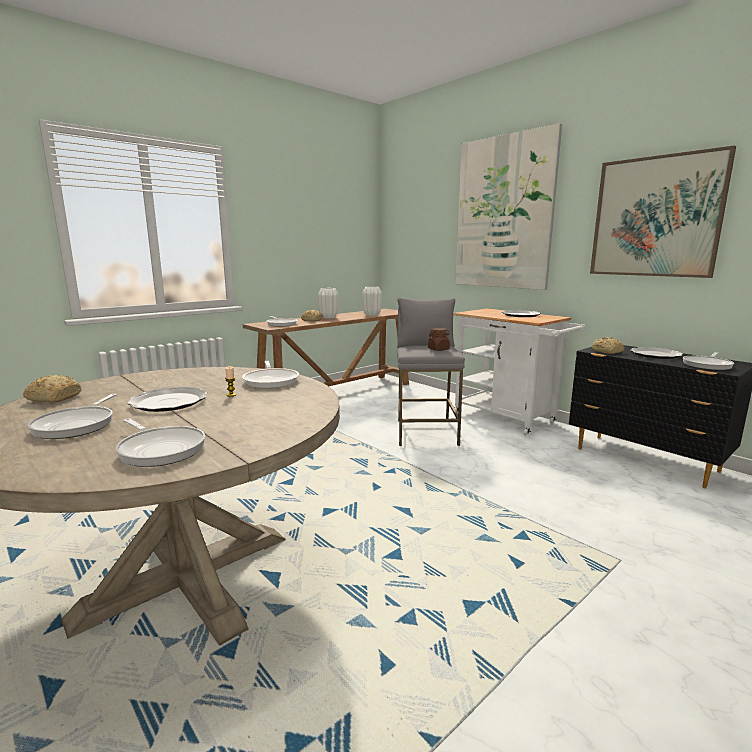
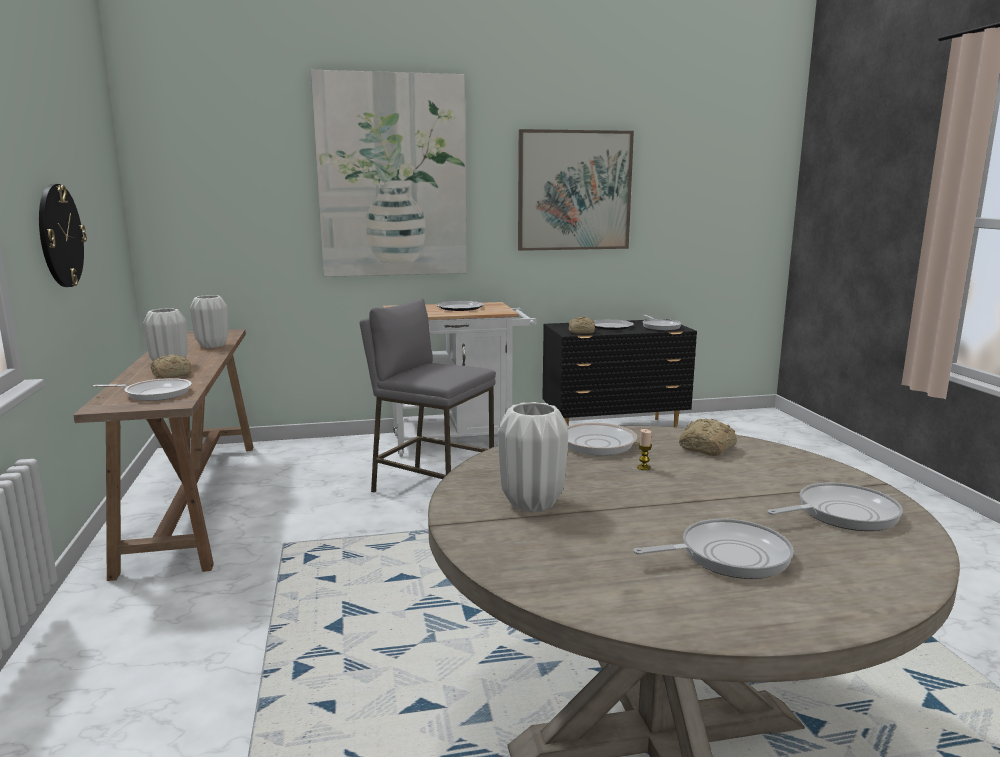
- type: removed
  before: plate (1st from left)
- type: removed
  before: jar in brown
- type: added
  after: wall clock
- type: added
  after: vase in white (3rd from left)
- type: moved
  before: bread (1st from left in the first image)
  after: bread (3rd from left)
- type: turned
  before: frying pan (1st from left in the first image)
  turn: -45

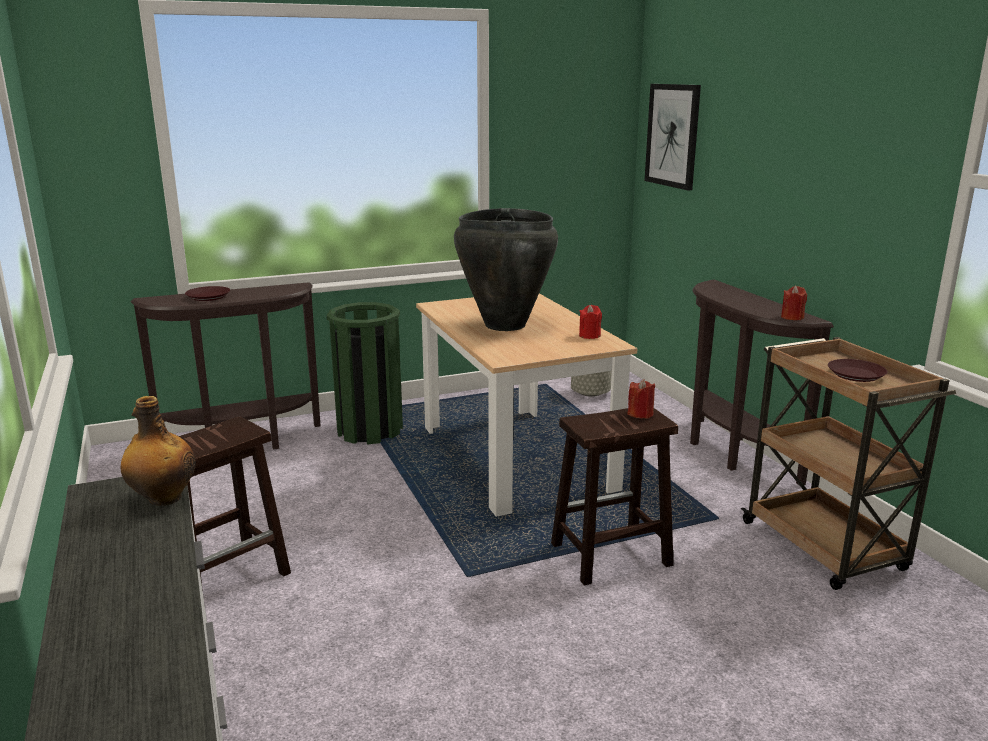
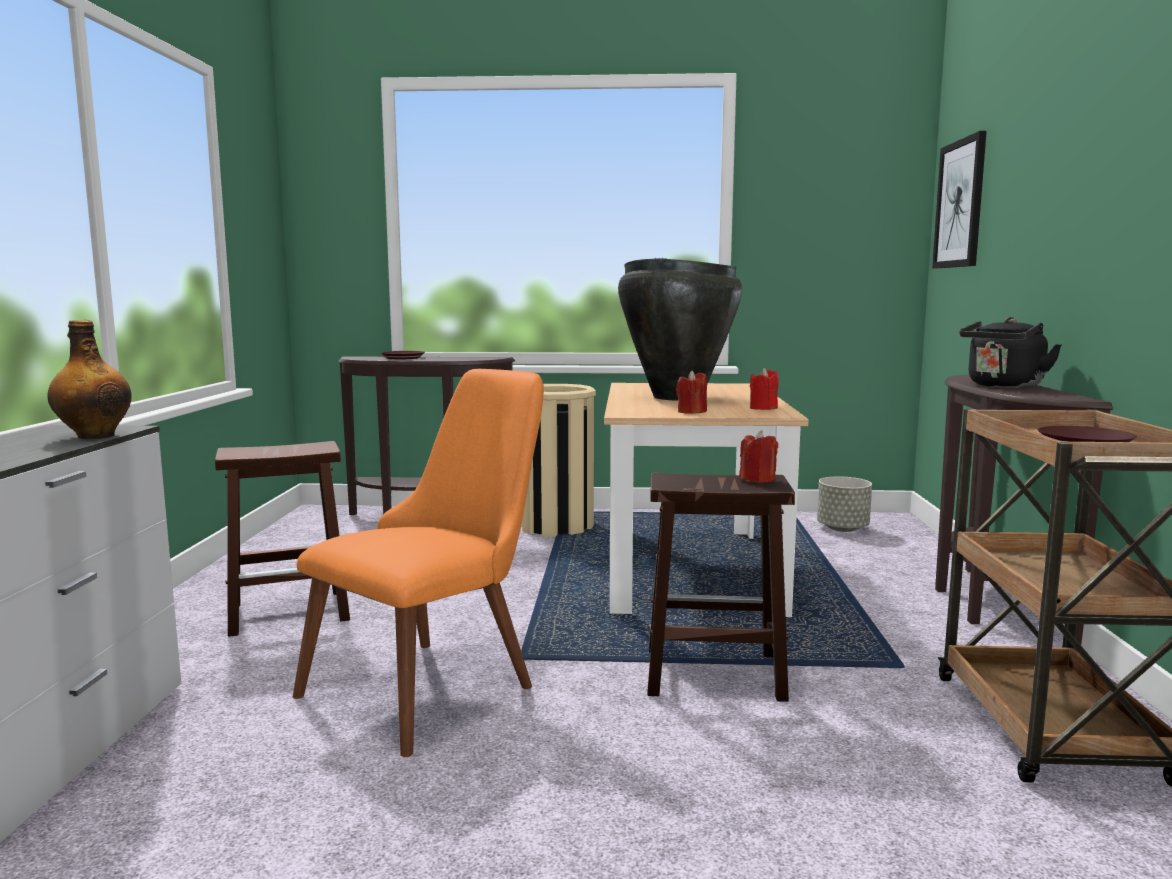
- type: added
  after: chair in orange
- type: added
  after: kettle in black
- type: moved
  before: candle in red (3rd from left in the first image)
  after: candle in red (1st from left)
- type: recoloured
  before: trash can in green
  after: trash can in beige

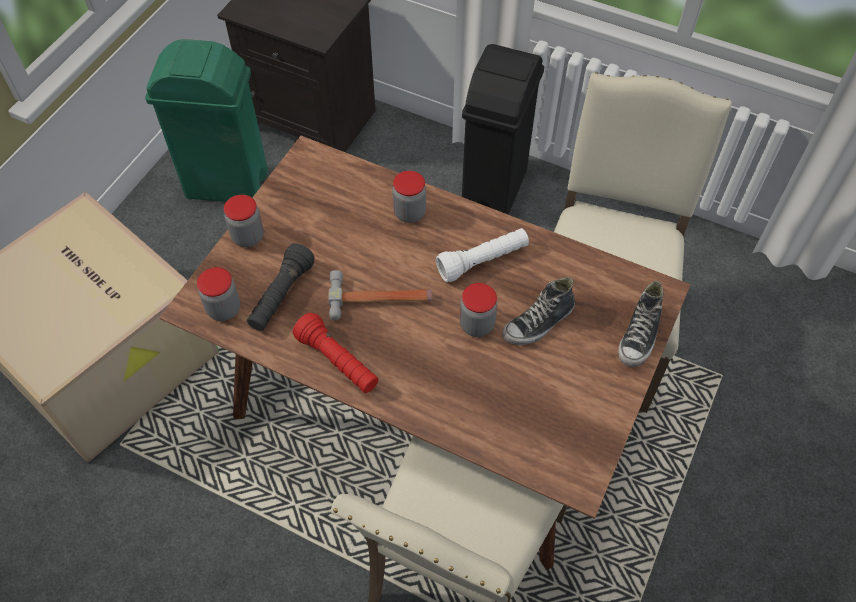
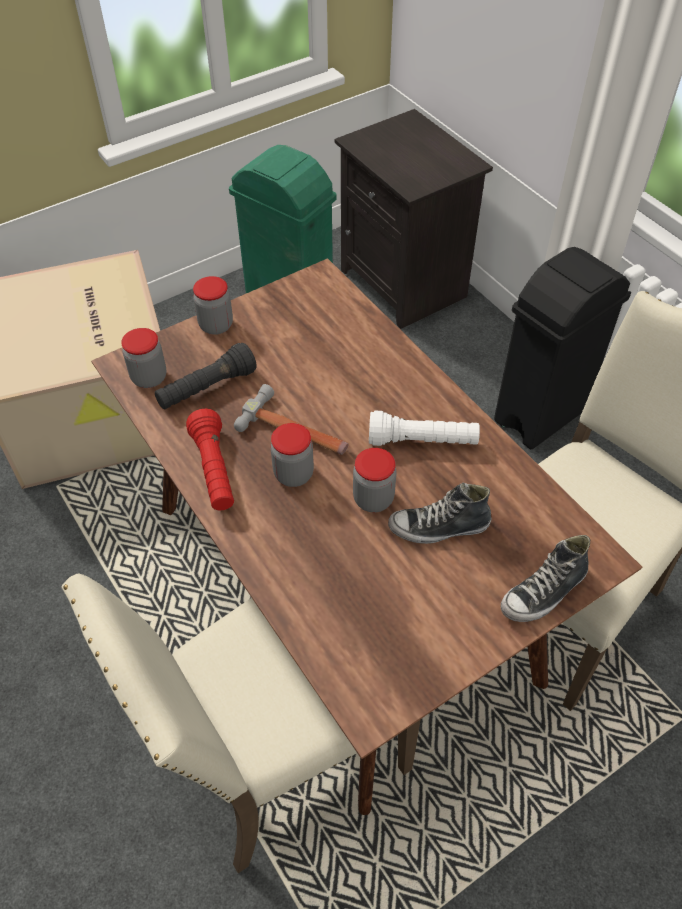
- type: moved
  before: jar (3rd from left)

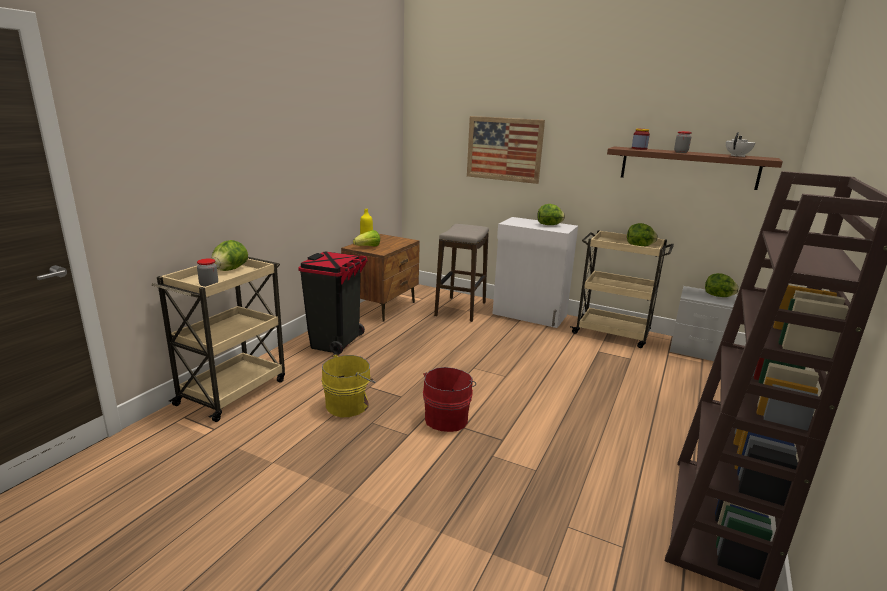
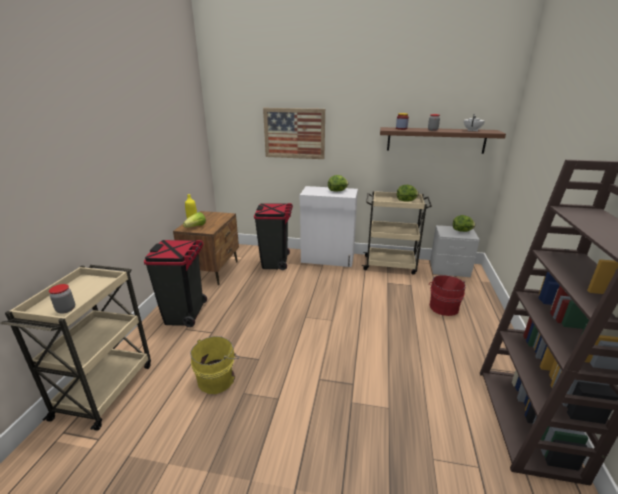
- type: removed
  before: lettuce (1st from left)
- type: moved
  before: bucket in red
- type: replaced
  before: stool
  after: trash can in black (2nd from left)

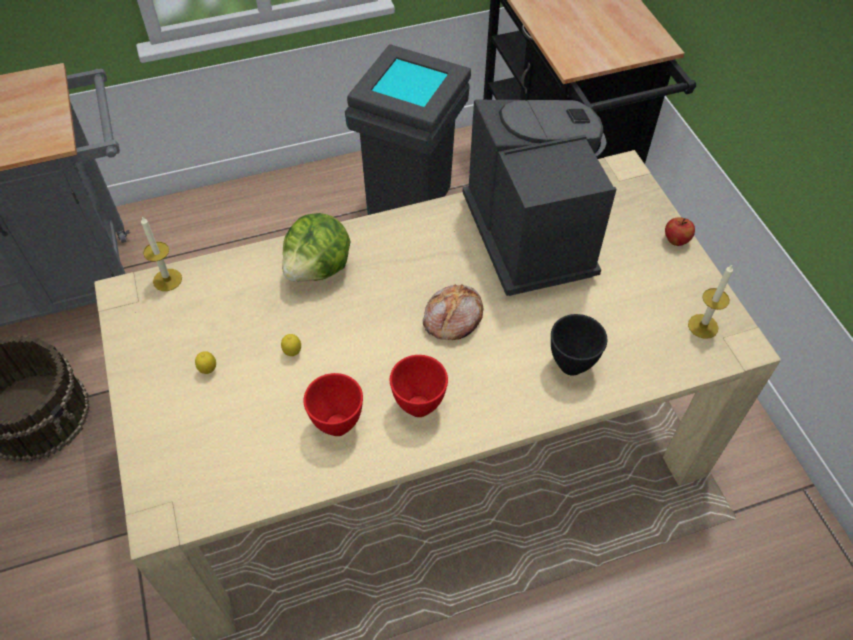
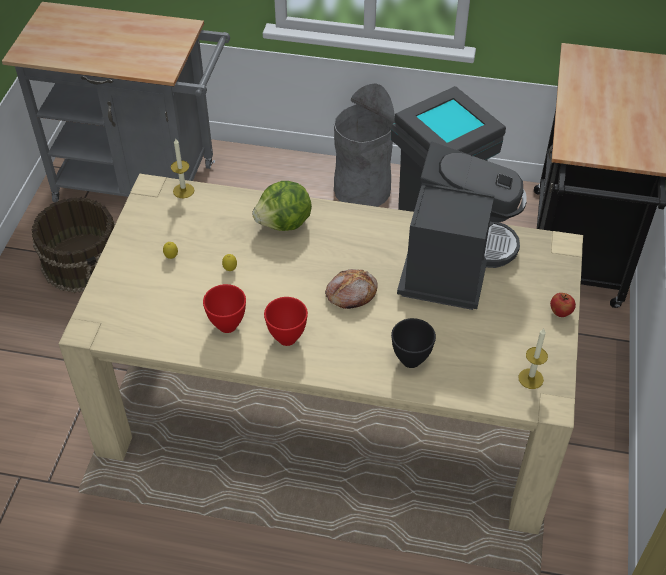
- type: added
  after: trash can in grey (1st from left)

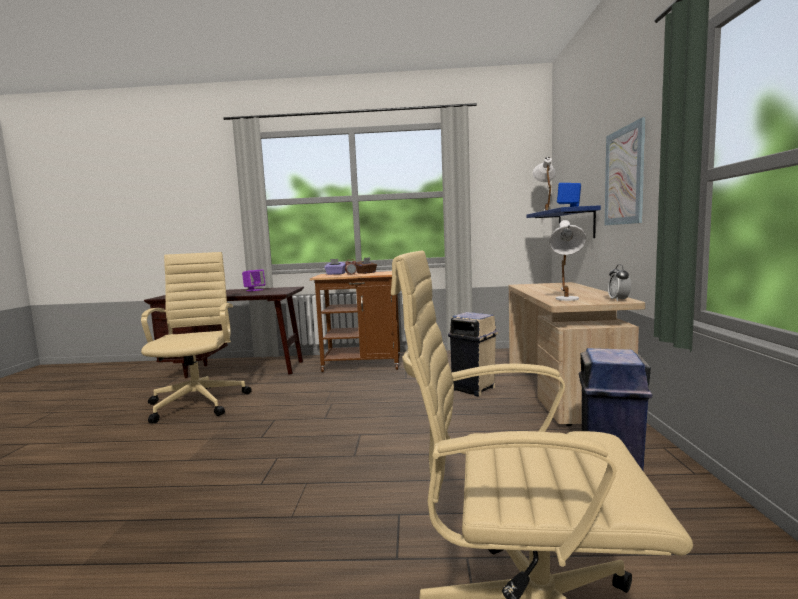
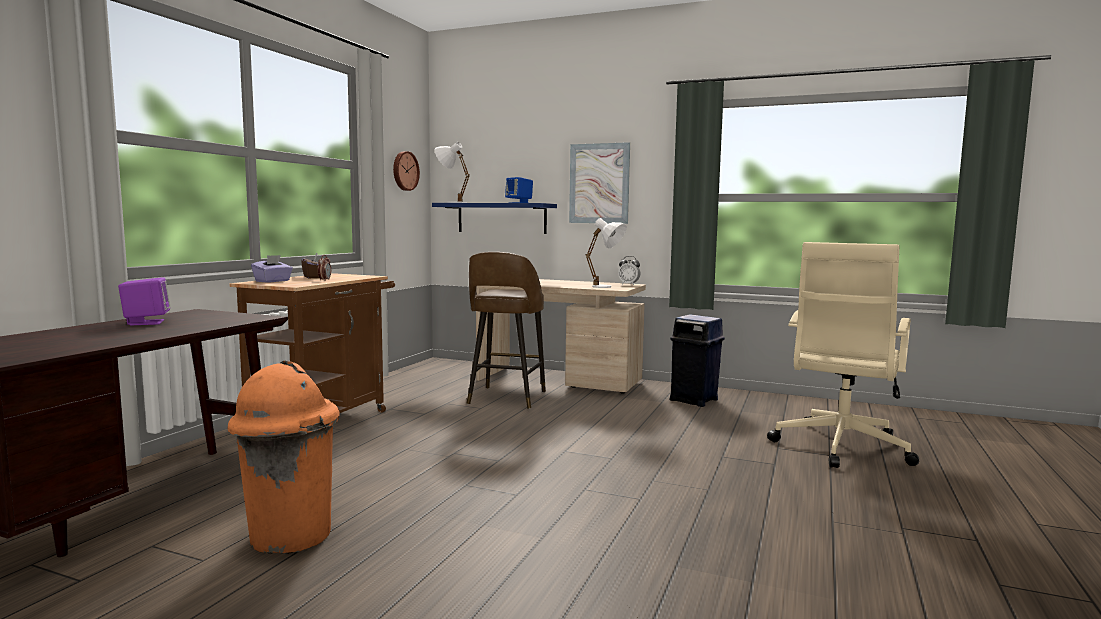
- type: added
  after: wall clock
- type: replaced
  before: office chair in beige (1st from left)
  after: trash can in orange
- type: replaced
  before: trash can in beige
  after: stool in brown

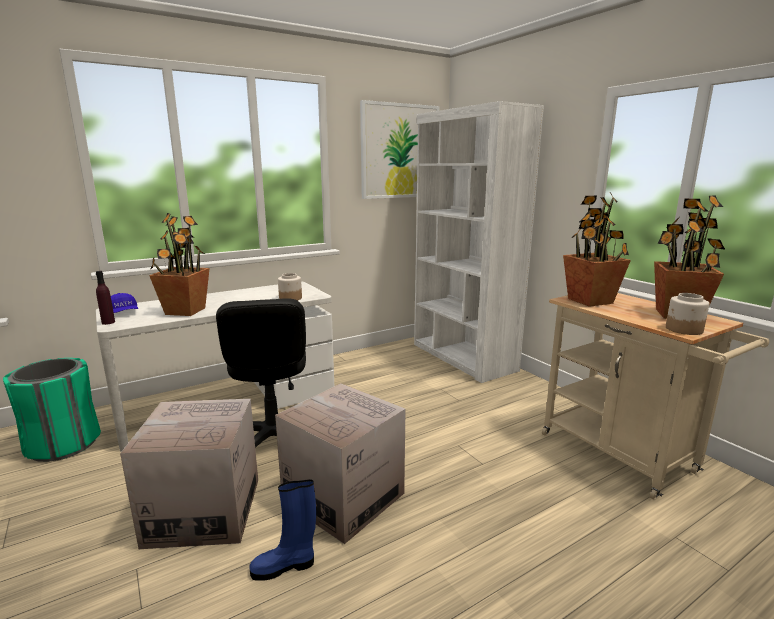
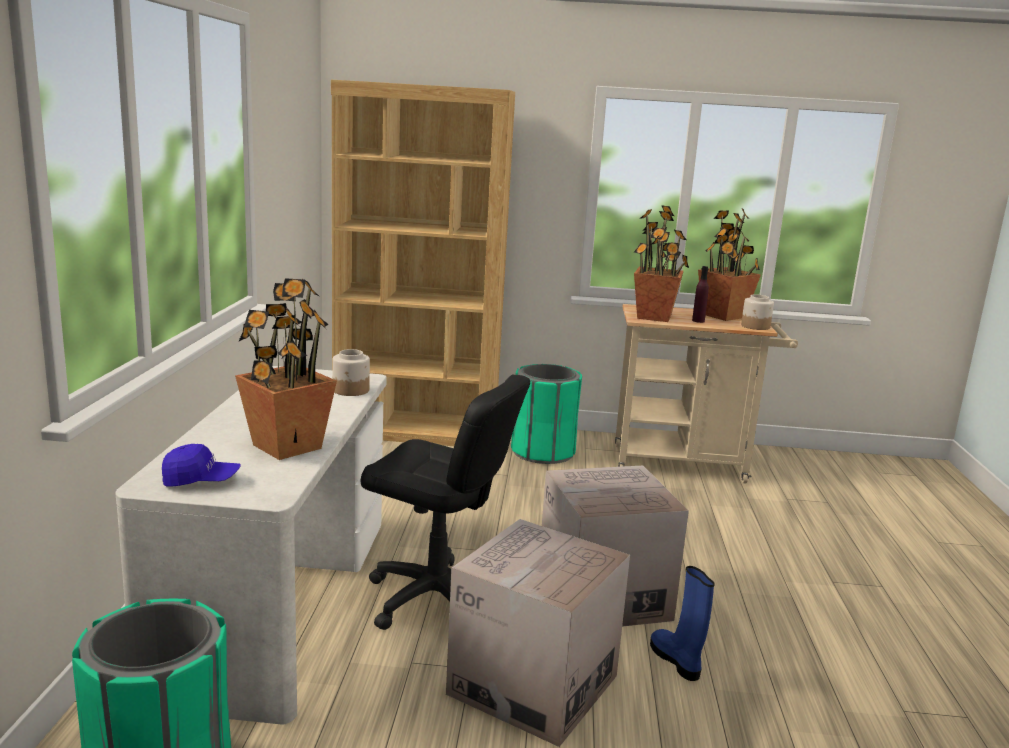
- type: removed
  before: picture
- type: added
  after: trash can in green (2nd from left)
- type: moved
  before: bottle in purple
- type: recoloured
  before: bookcase in white
  after: bookcase in brown
- type: turned
  before: boot in blue
  turn: 135

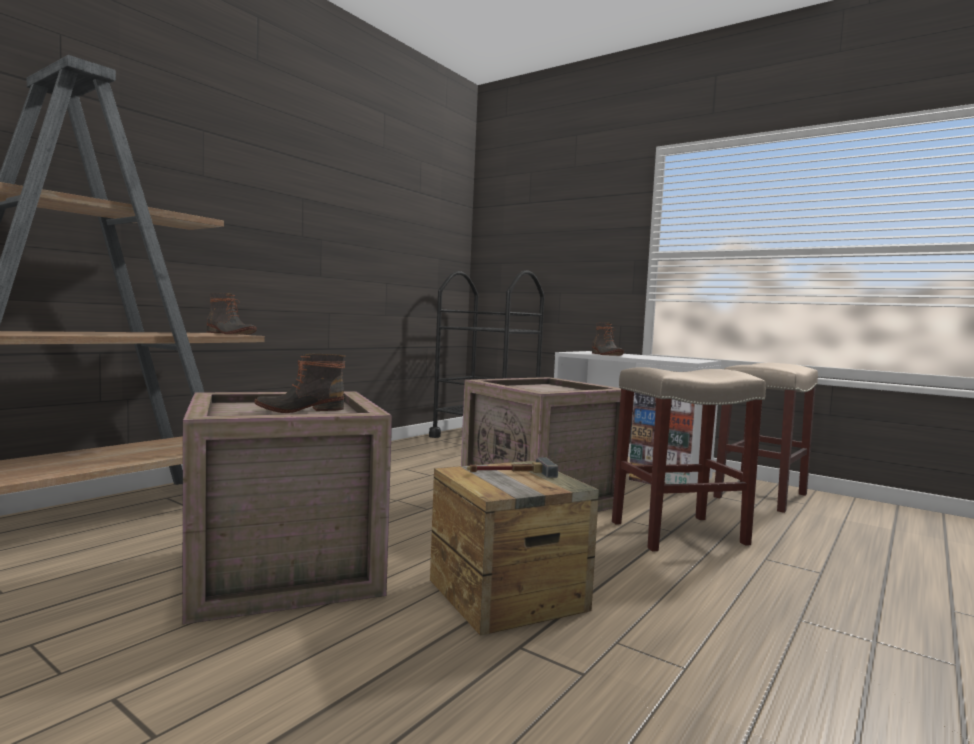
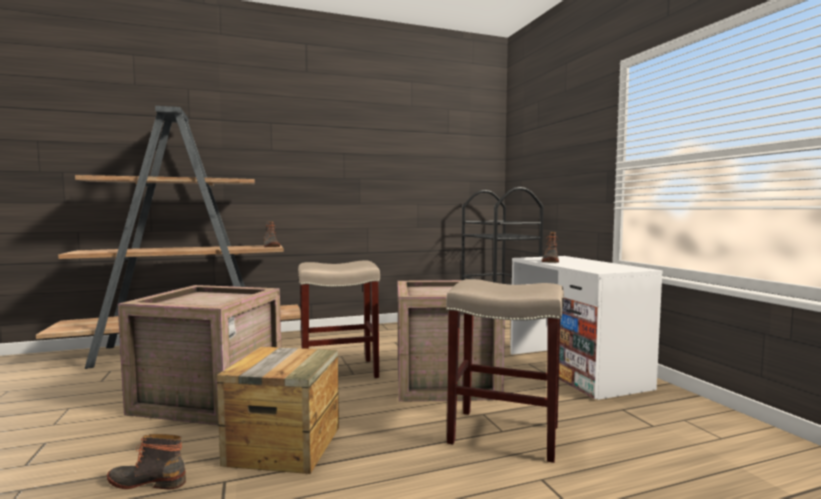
- type: removed
  before: hammer
- type: moved
  before: boot (2nd from left in the first image)
  after: boot (1st from left)
- type: moved
  before: stool in beige (2nd from left in the first image)
  after: stool in beige (1st from left)

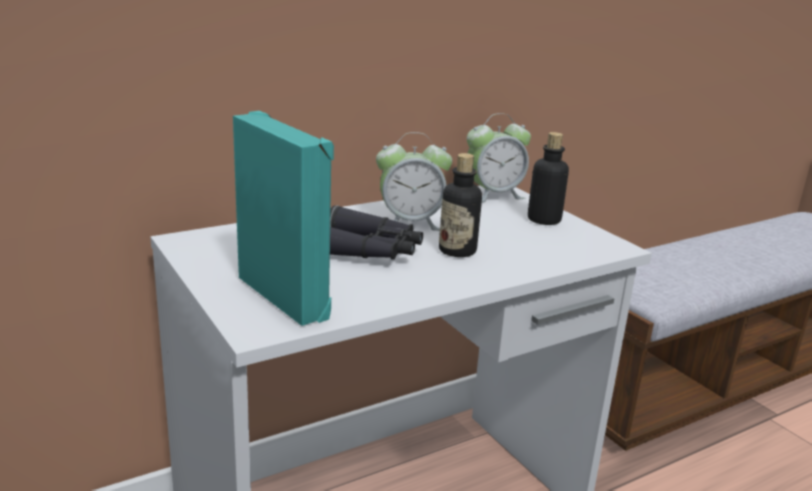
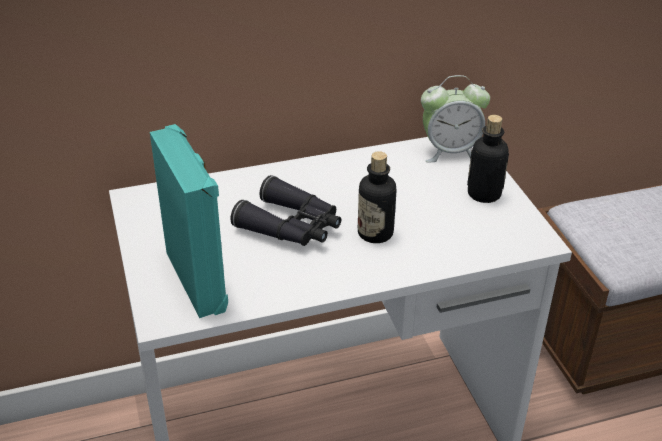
- type: removed
  before: alarm clock (1st from left)

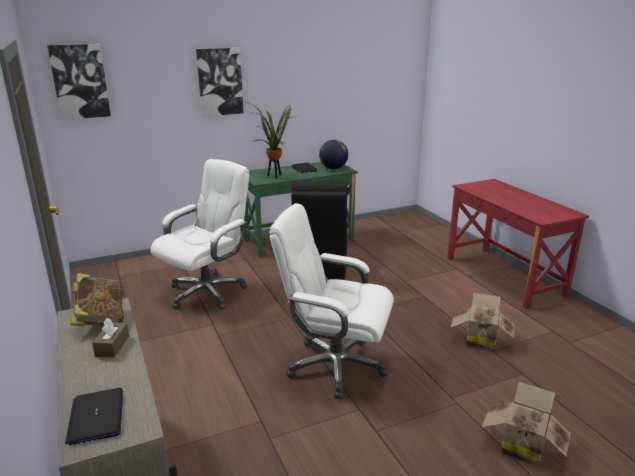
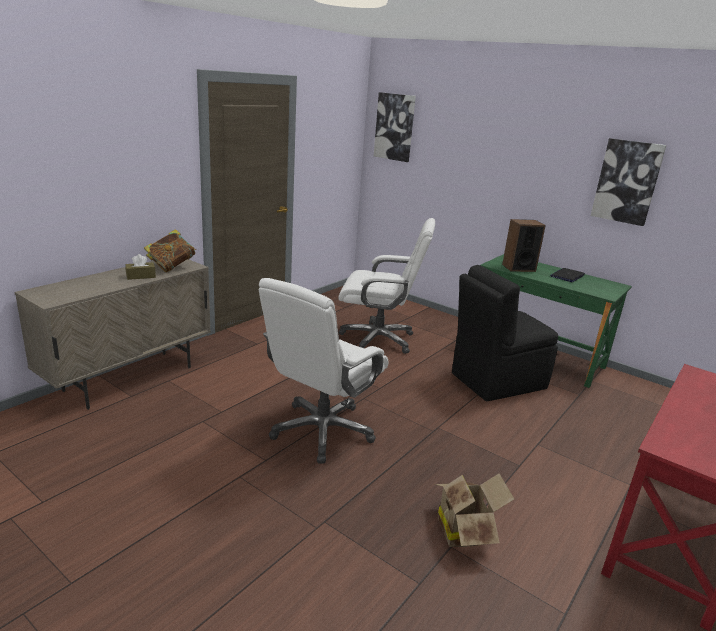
- type: removed
  before: laptop (1st from left)
- type: removed
  before: globe
- type: removed
  before: cardboard box (2nd from left)
- type: moved
  before: picture (2nd from left)
- type: replaced
  before: potted plant
  after: speaker
- type: turned
  before: office chair in white (2nd from left in the first image)
  turn: -135

